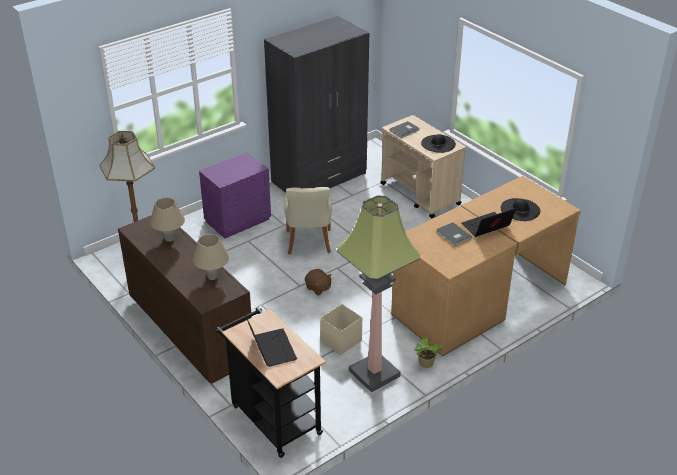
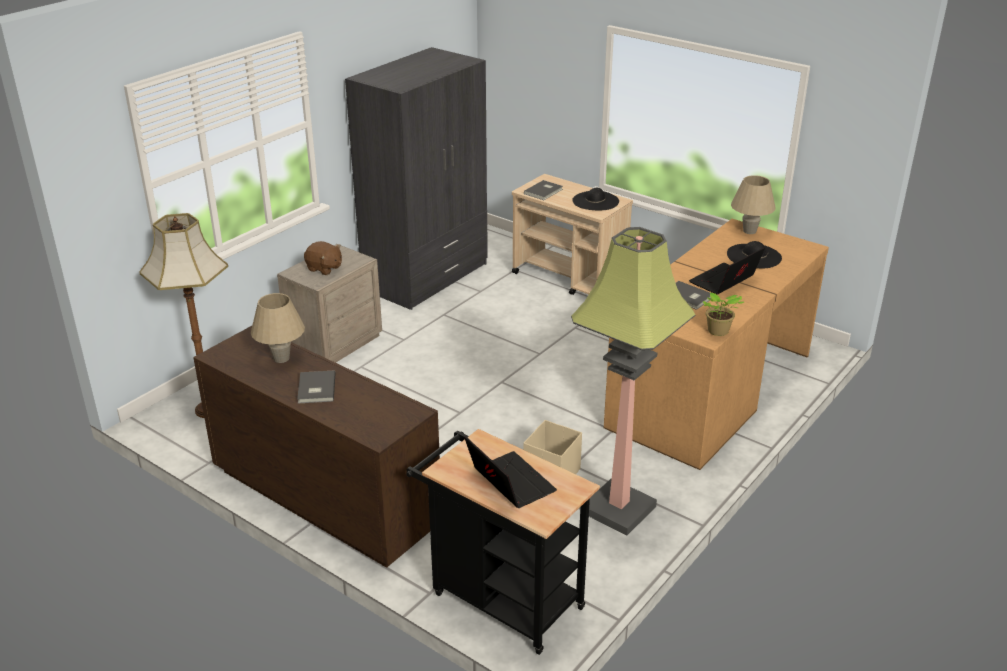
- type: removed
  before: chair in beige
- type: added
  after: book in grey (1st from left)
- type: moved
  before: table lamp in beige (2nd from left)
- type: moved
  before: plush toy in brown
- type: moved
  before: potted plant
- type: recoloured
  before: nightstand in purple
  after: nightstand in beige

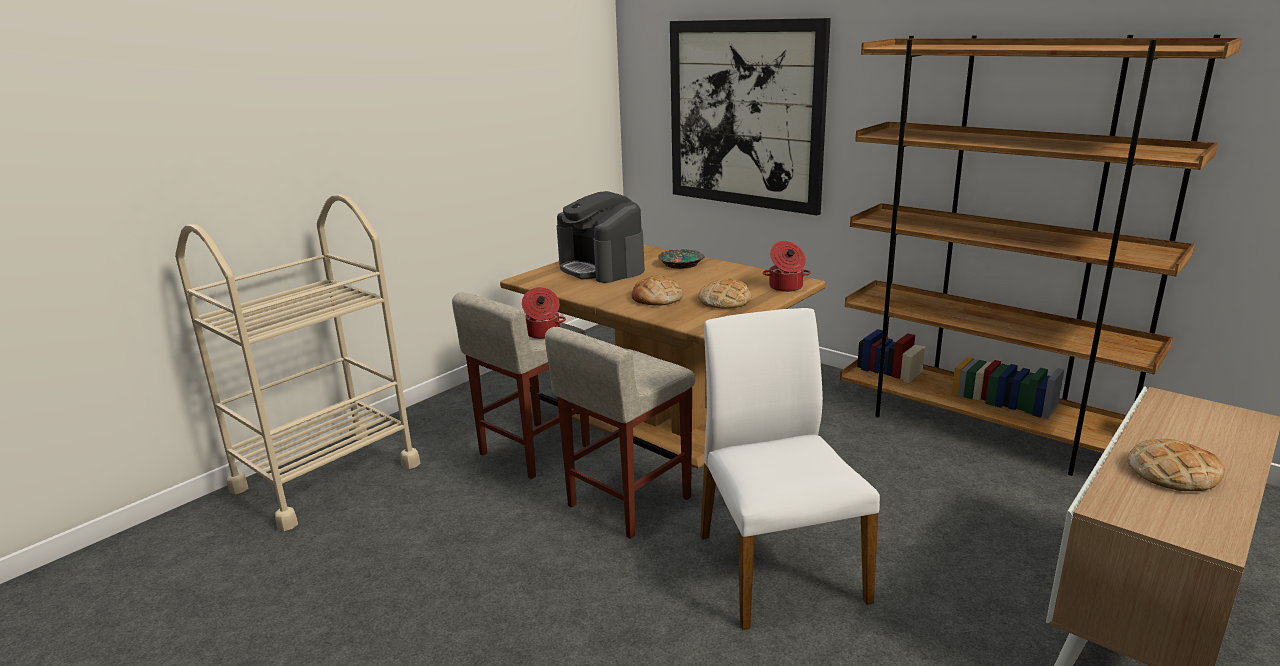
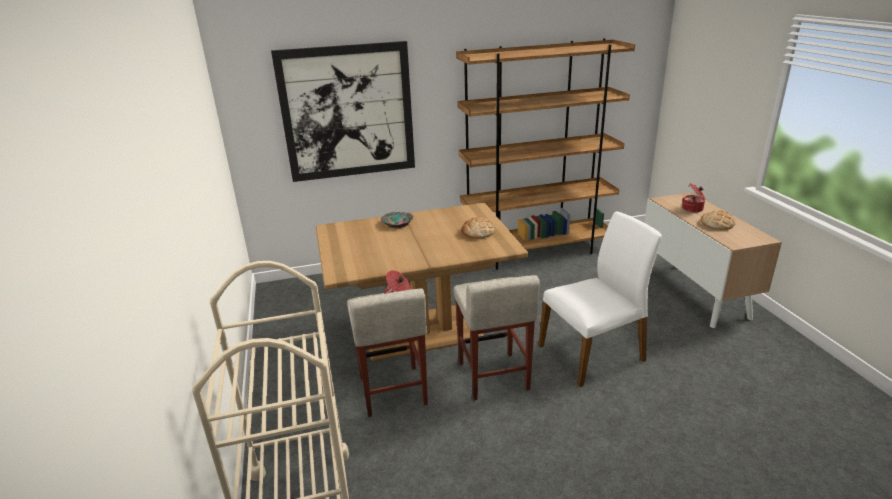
- type: removed
  before: coffee machine
- type: removed
  before: bread (1st from left)
- type: moved
  before: cooking pot (2nd from left)
- type: turned
  before: chair in white
  turn: 135

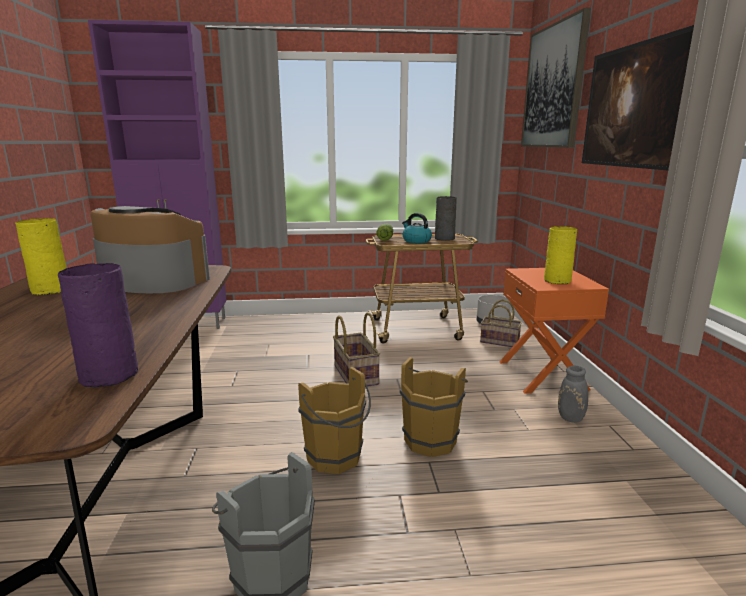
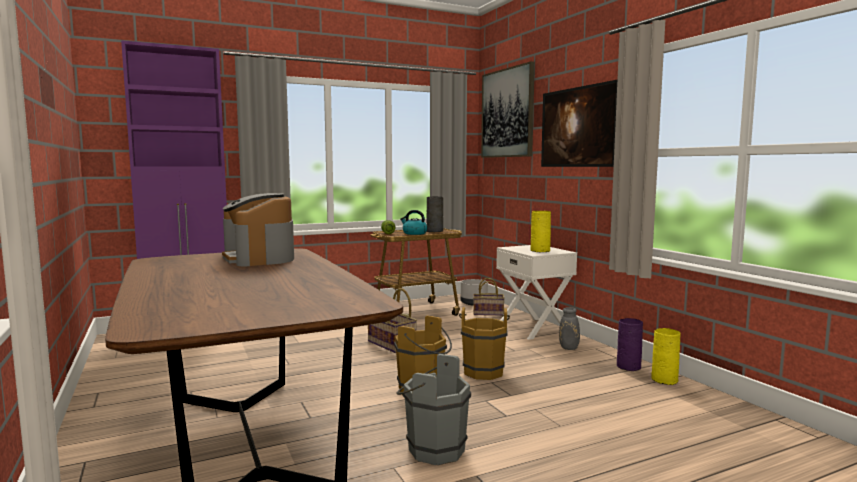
- type: moved
  before: vase in yellow (1st from left in the first image)
  after: vase in yellow (2nd from left)
- type: moved
  before: vase in purple
- type: recoloured
  before: nightstand in orange
  after: nightstand in white
- type: turned
  before: coffee machine
  turn: -120

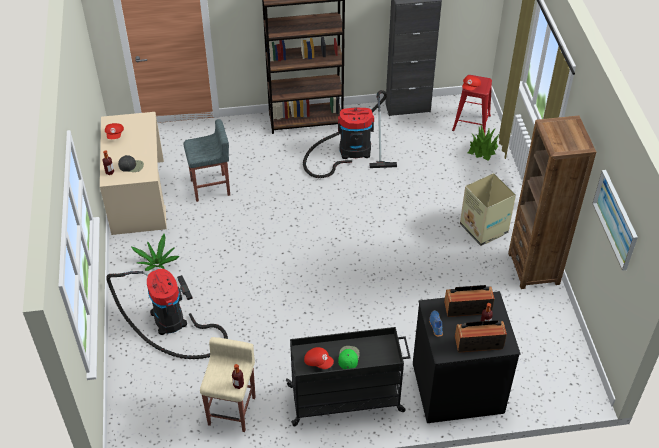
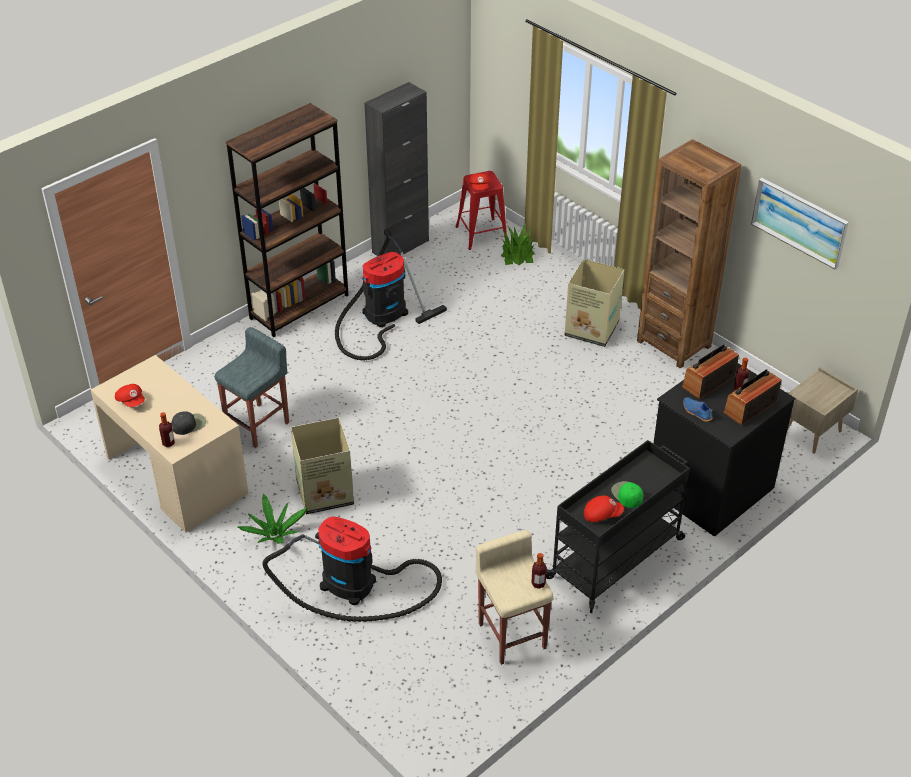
- type: added
  after: cardboard box (1st from left)
- type: added
  after: nightstand in beige

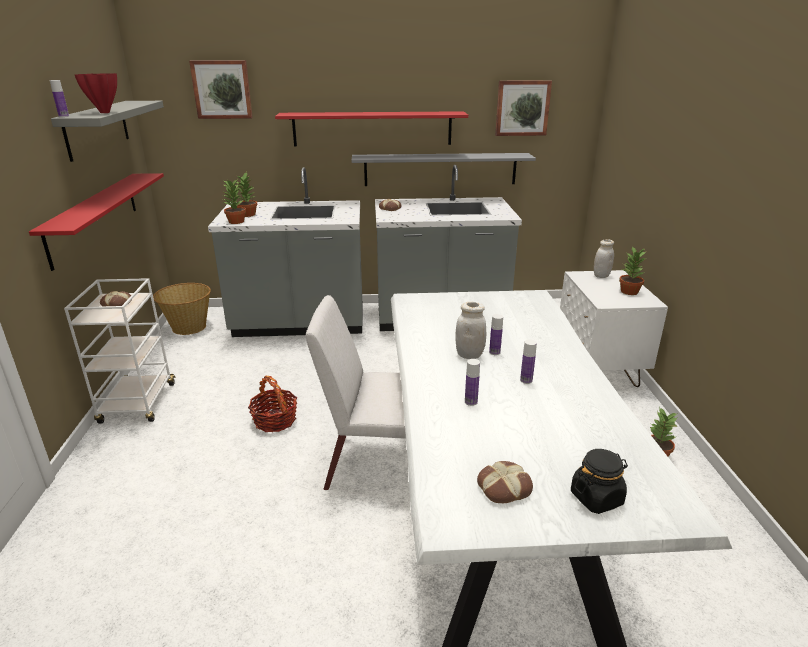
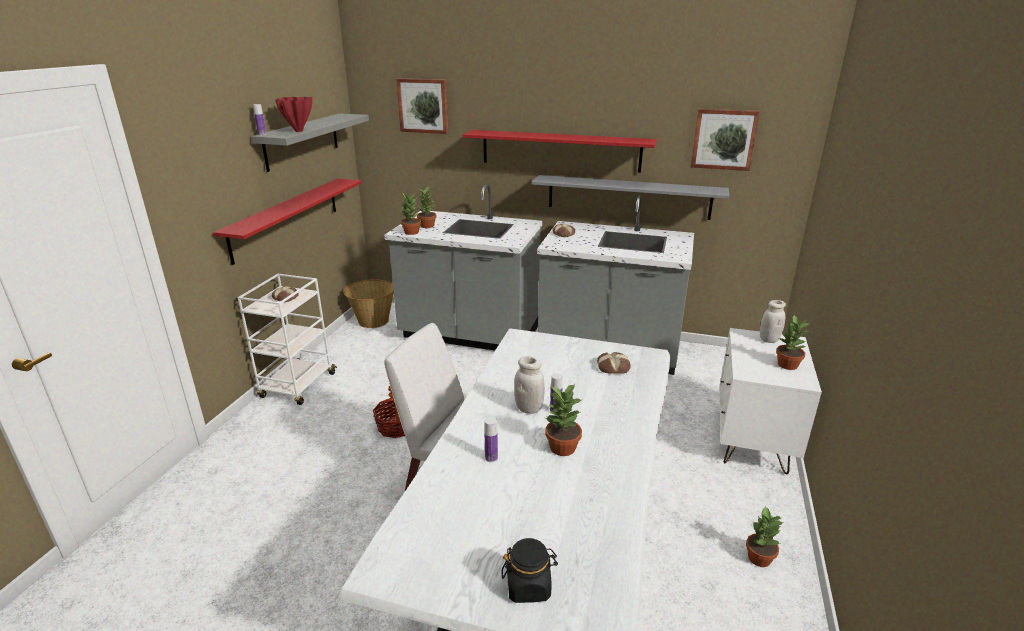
- type: moved
  before: bread (3rd from left)
- type: replaced
  before: bottle (4th from left)
  after: potted plant (3rd from left)

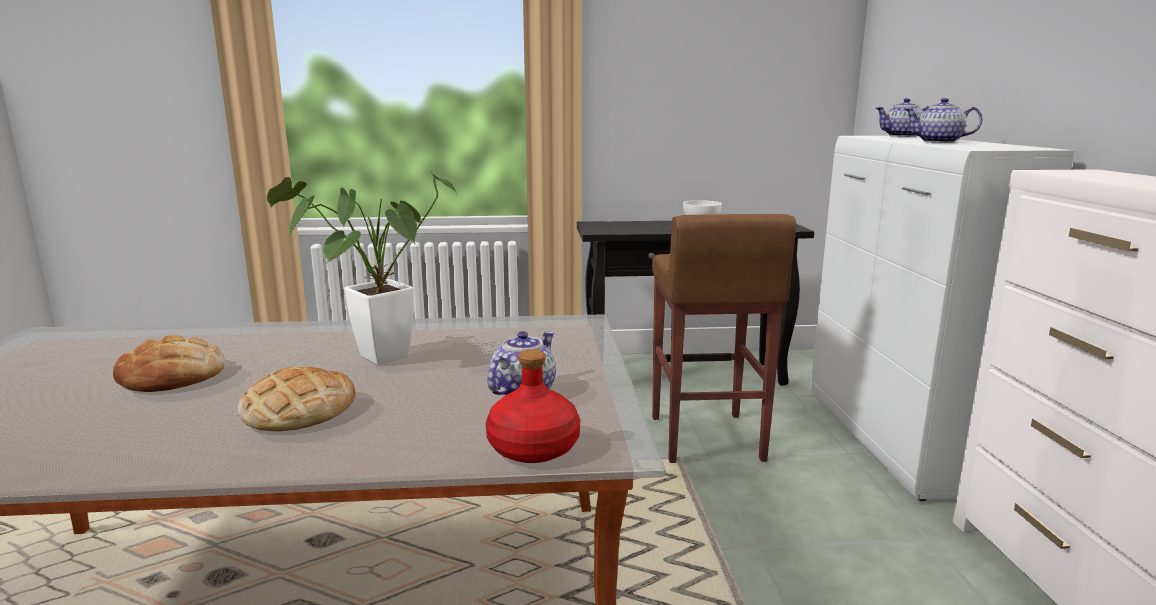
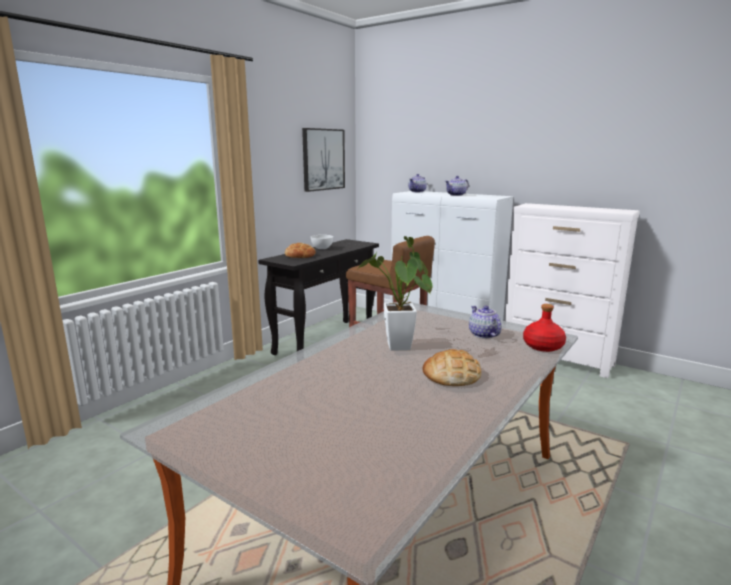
- type: added
  after: picture
- type: moved
  before: bread (1st from left)

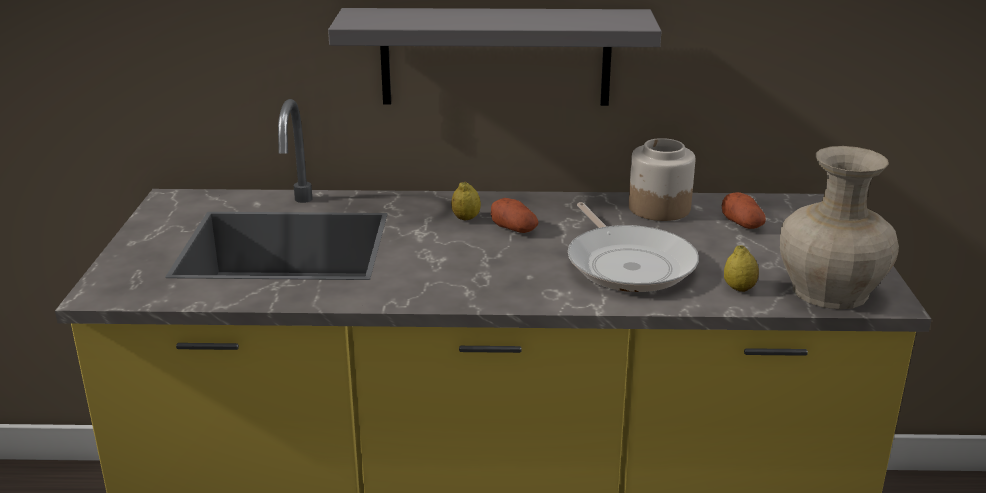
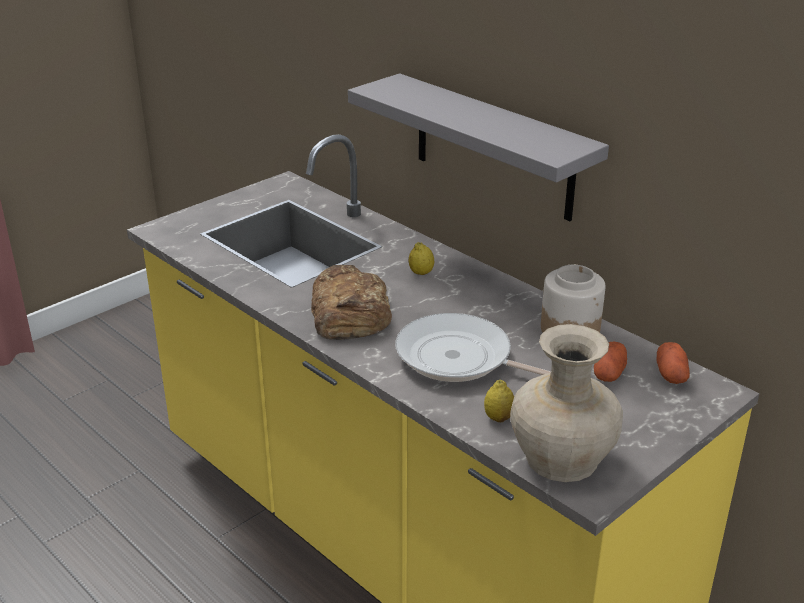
- type: added
  after: bread
- type: moved
  before: potato (1st from left in the first image)
  after: potato (2nd from left)
- type: turned
  before: frying pan
  turn: 90

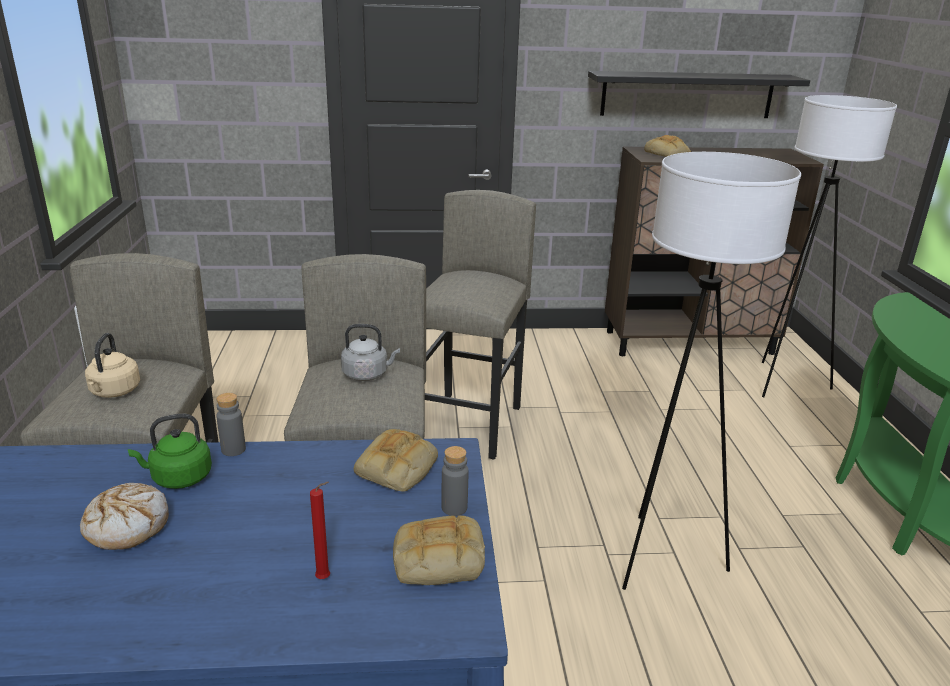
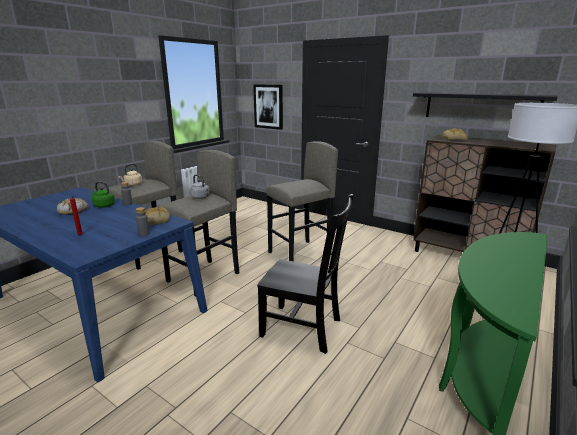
- type: removed
  before: bread (3rd from left)
- type: added
  after: picture
- type: replaced
  before: floor lamp in white (1st from left)
  after: chair in black

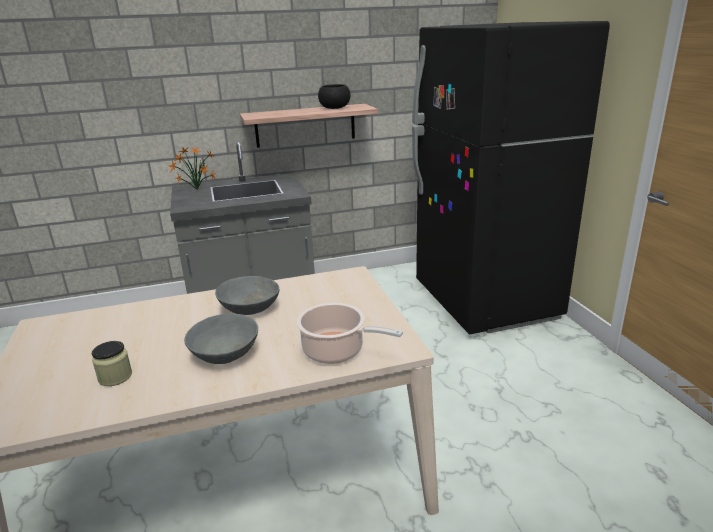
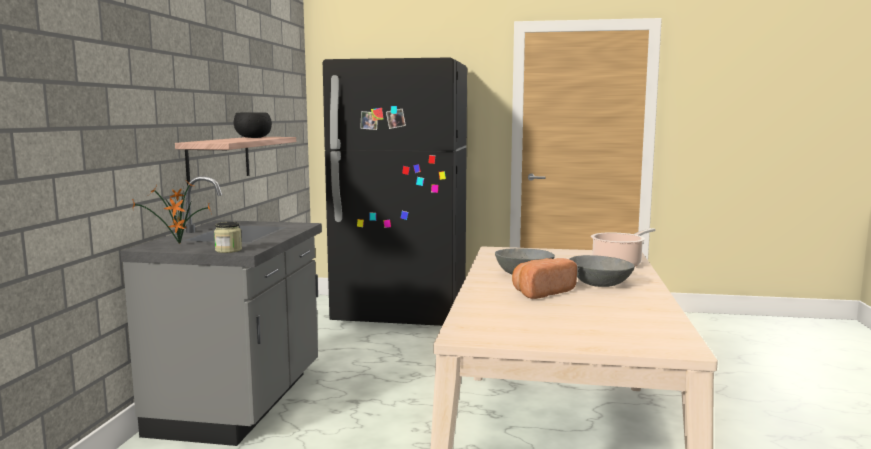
- type: added
  after: bread
- type: moved
  before: jar

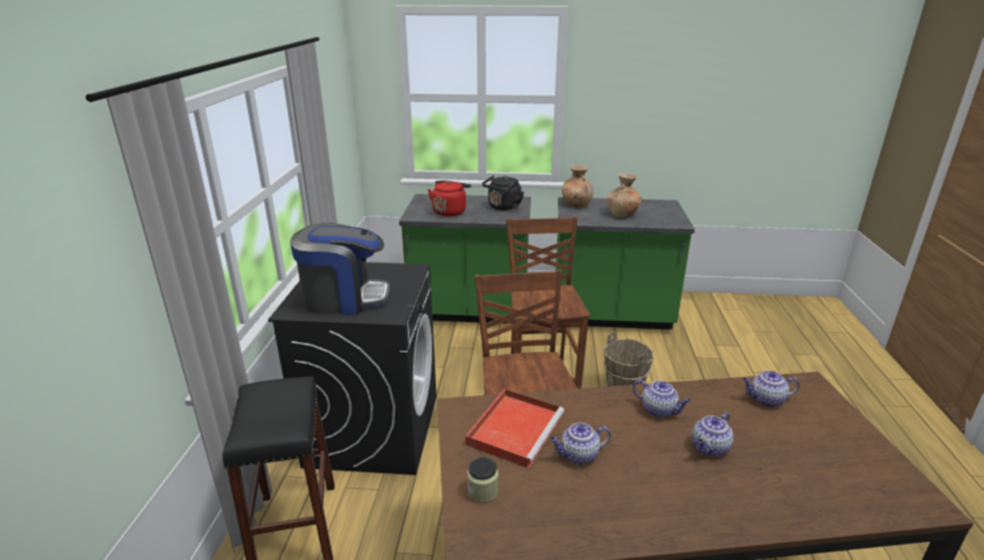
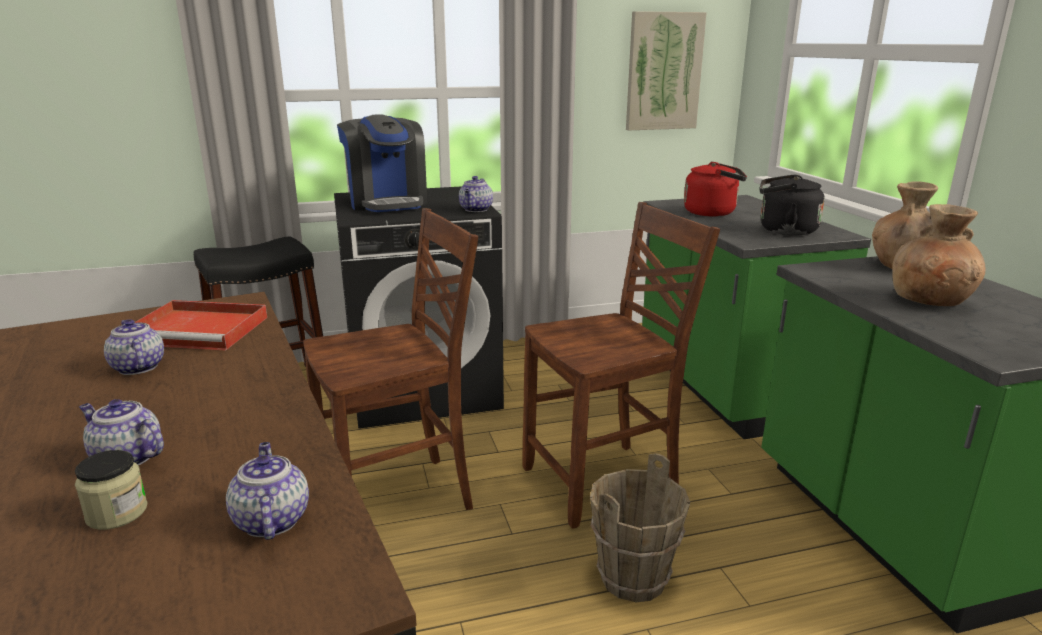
- type: added
  after: picture
- type: moved
  before: jar
- type: moved
  before: teapot (2nd from left in the first image)
  after: teapot (4th from left)

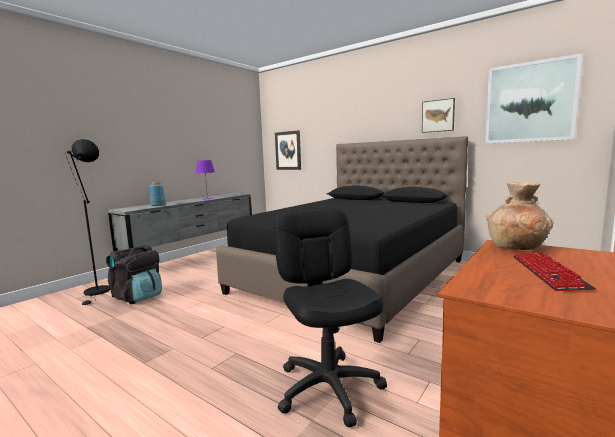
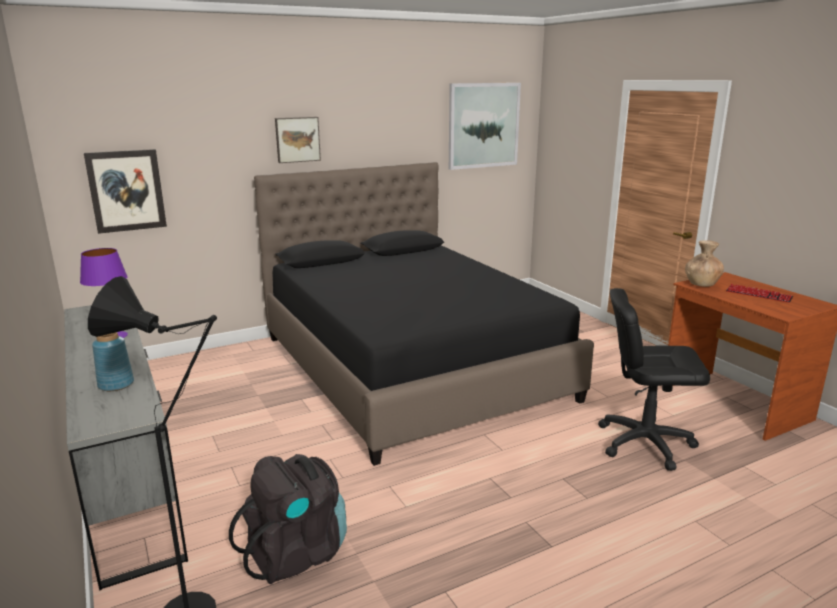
- type: moved
  before: picture (2nd from left)

